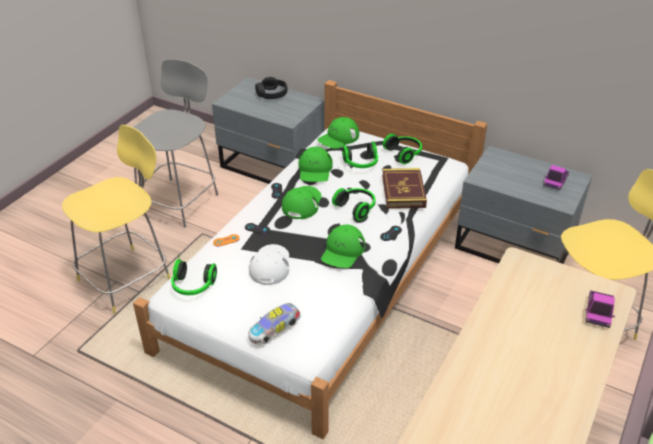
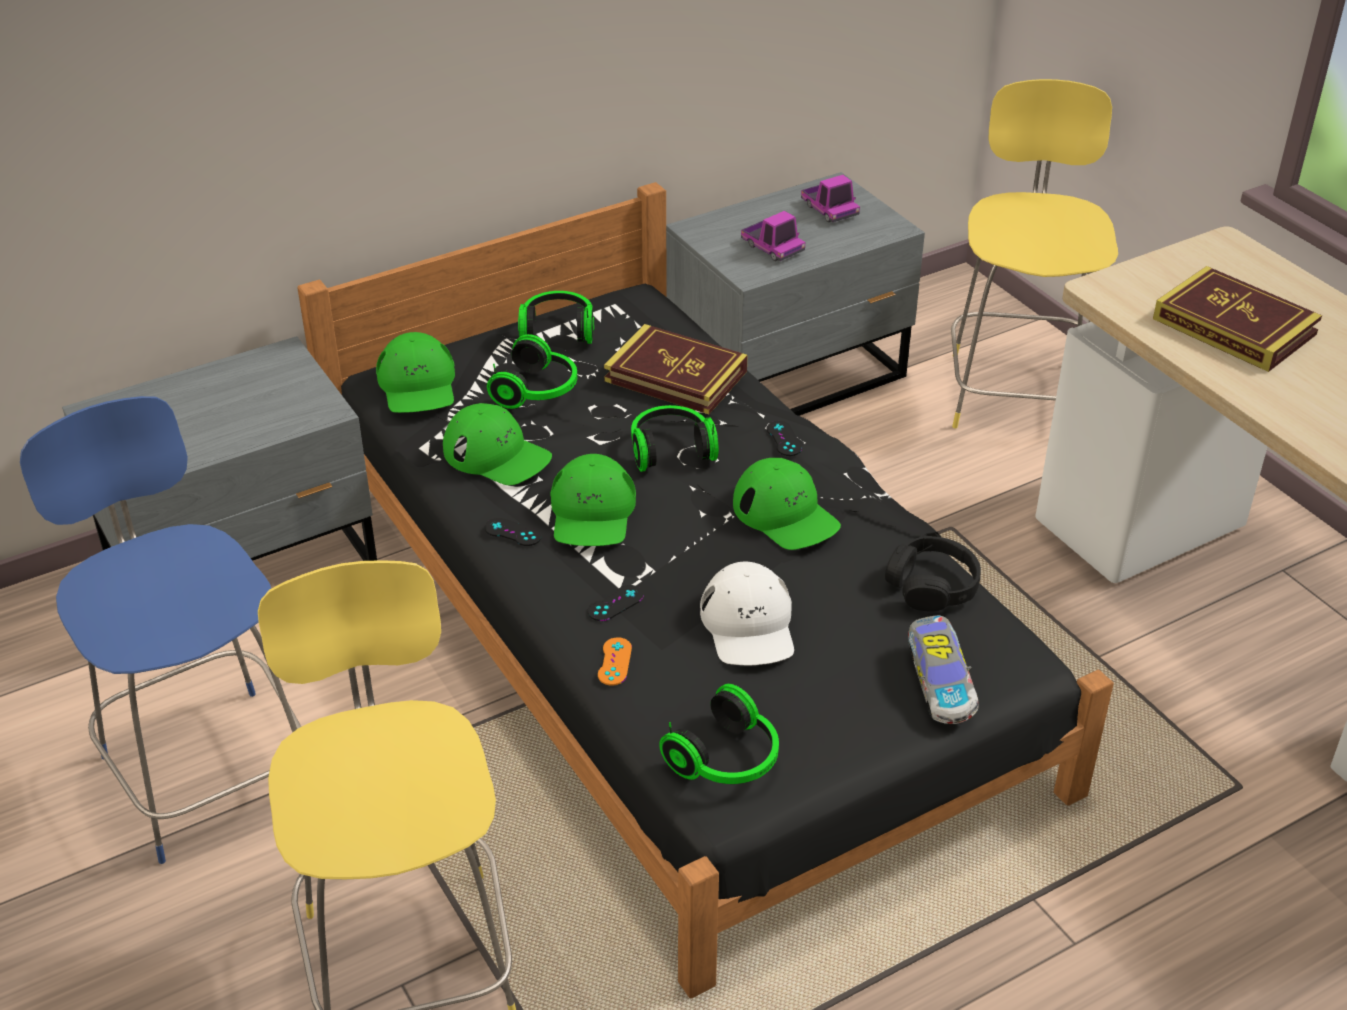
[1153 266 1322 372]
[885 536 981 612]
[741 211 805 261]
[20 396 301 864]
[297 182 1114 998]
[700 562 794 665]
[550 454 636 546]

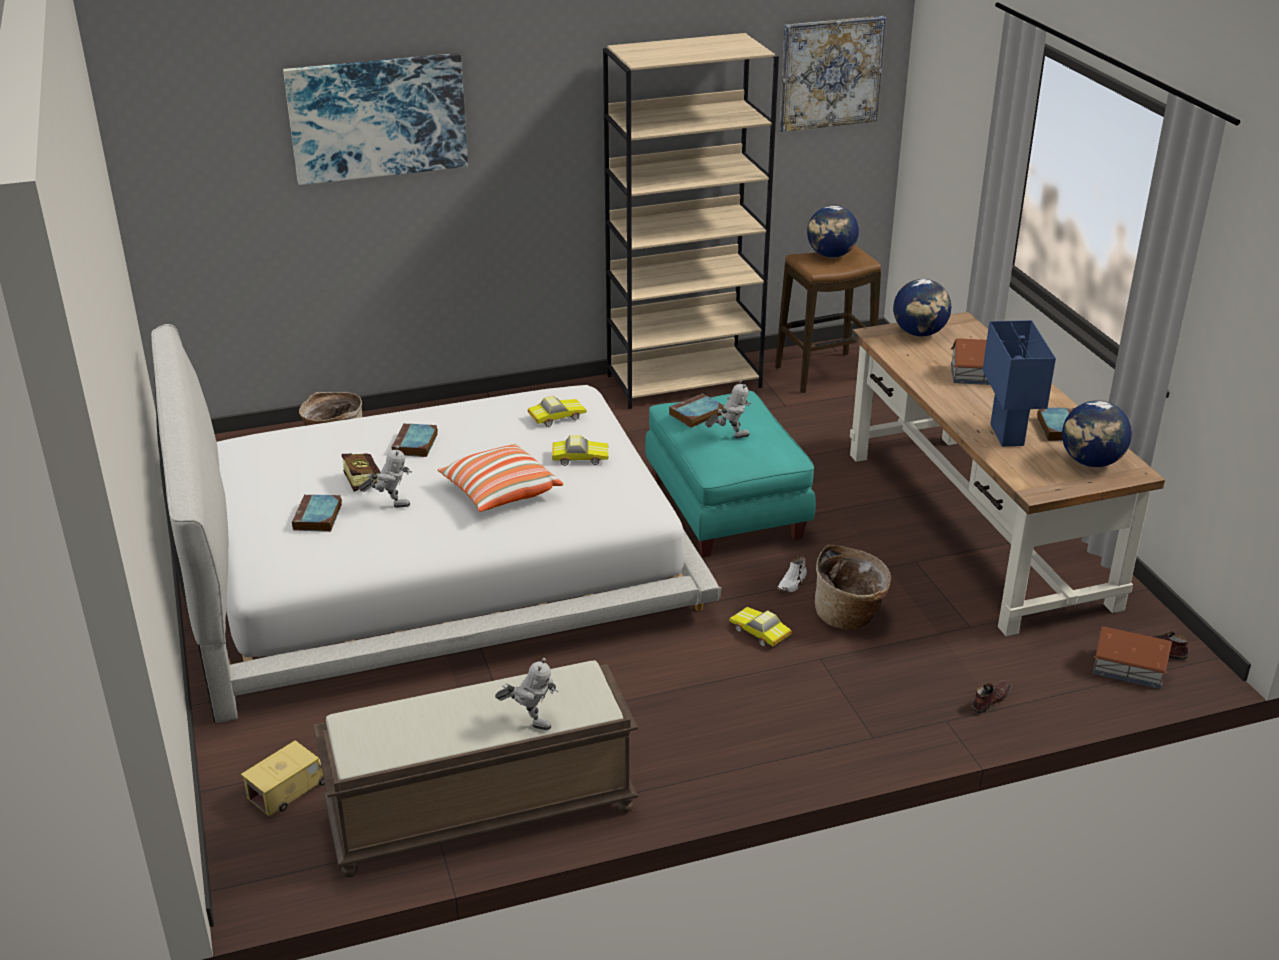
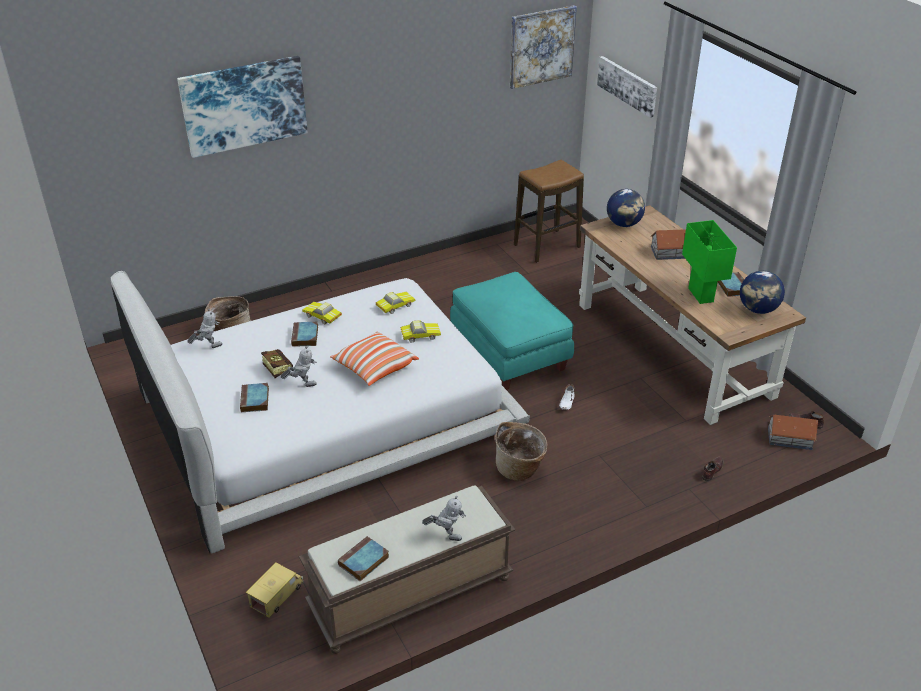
[603 33 779 409] (first image)
[807 206 859 258] (first image)
[597 56 657 118]
[338 536 389 581]
[187 308 222 348]
[302 302 342 324]
[495 422 547 481]
[682 220 737 304]

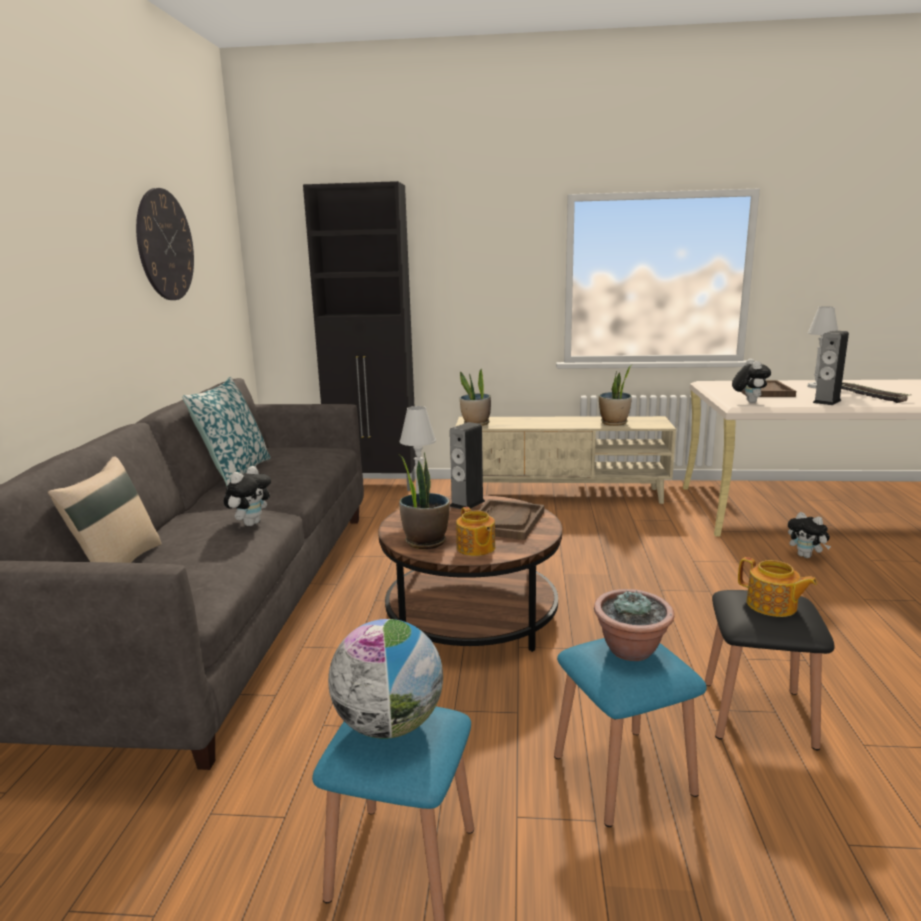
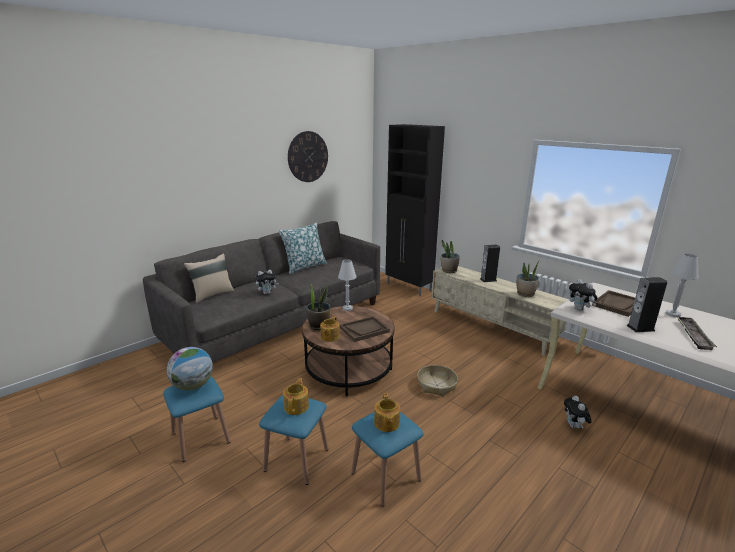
[417 365 458 397]
[480 244 500 282]
[283 378 309 415]
[351 412 424 507]
[569 279 597 311]

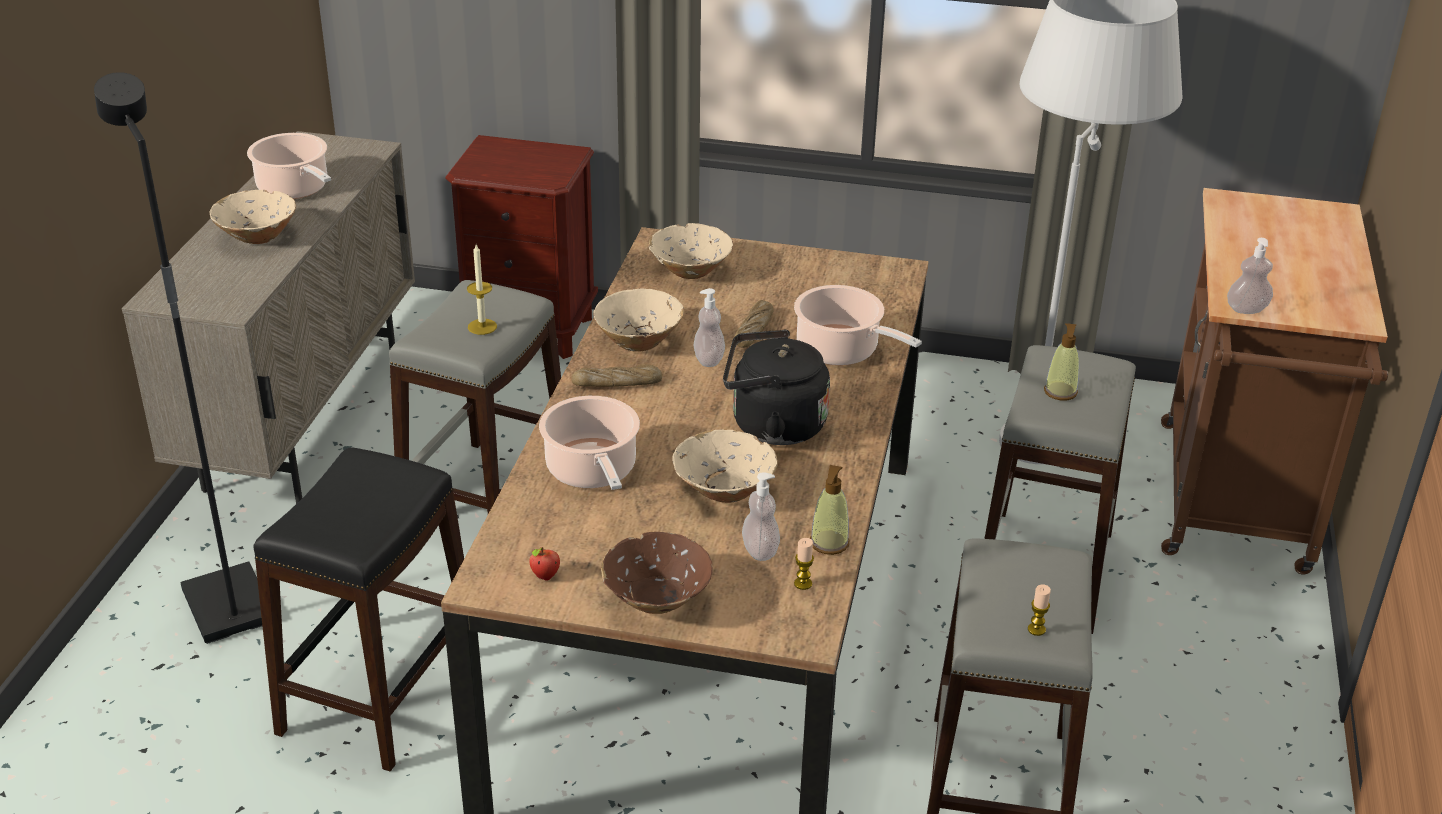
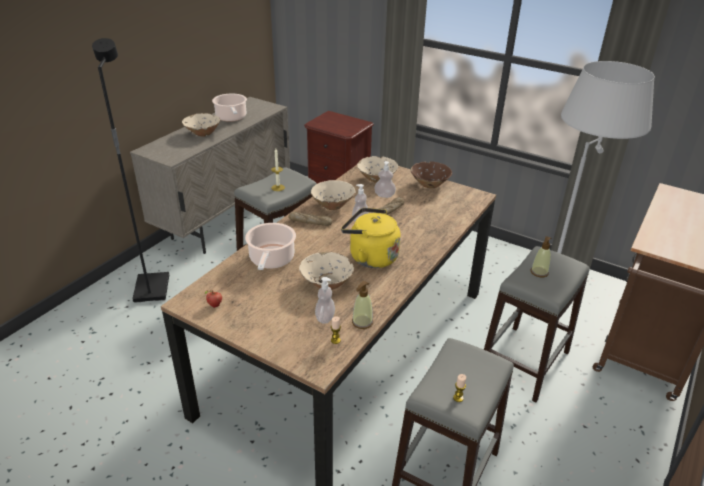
[253 448 464 772] (first image)
[794 285 922 366] (first image)
[410 161 452 188]
[374 161 396 198]
[341 208 400 268]

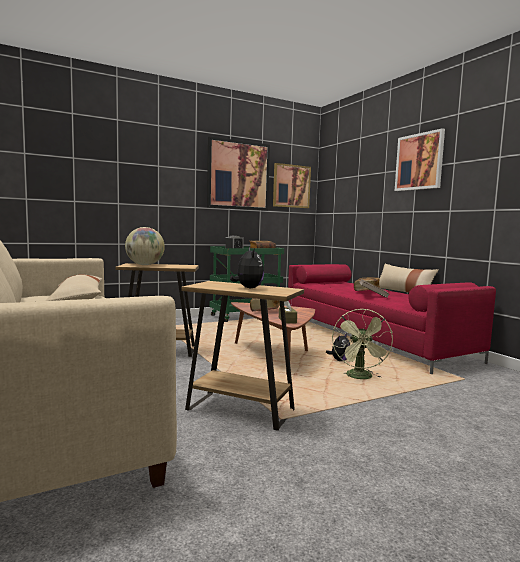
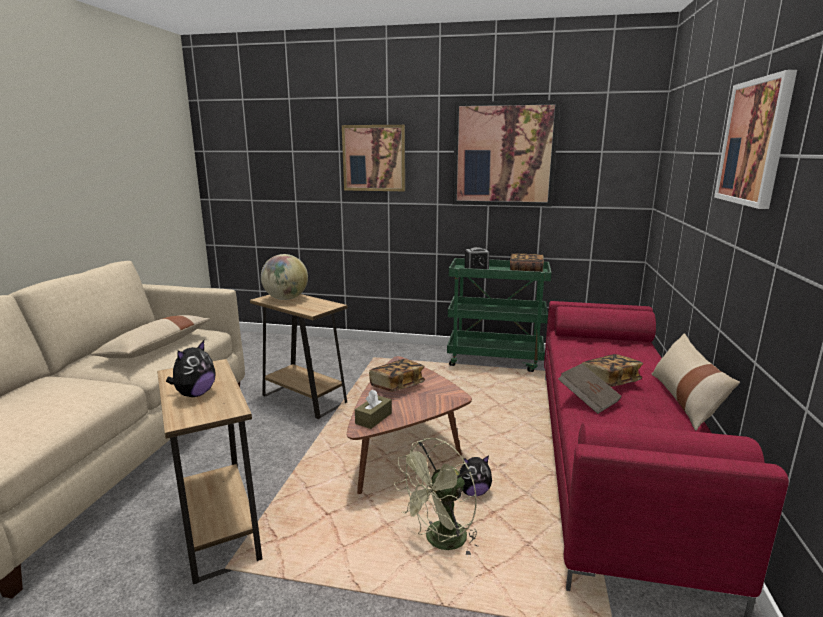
[342 125 405 191]

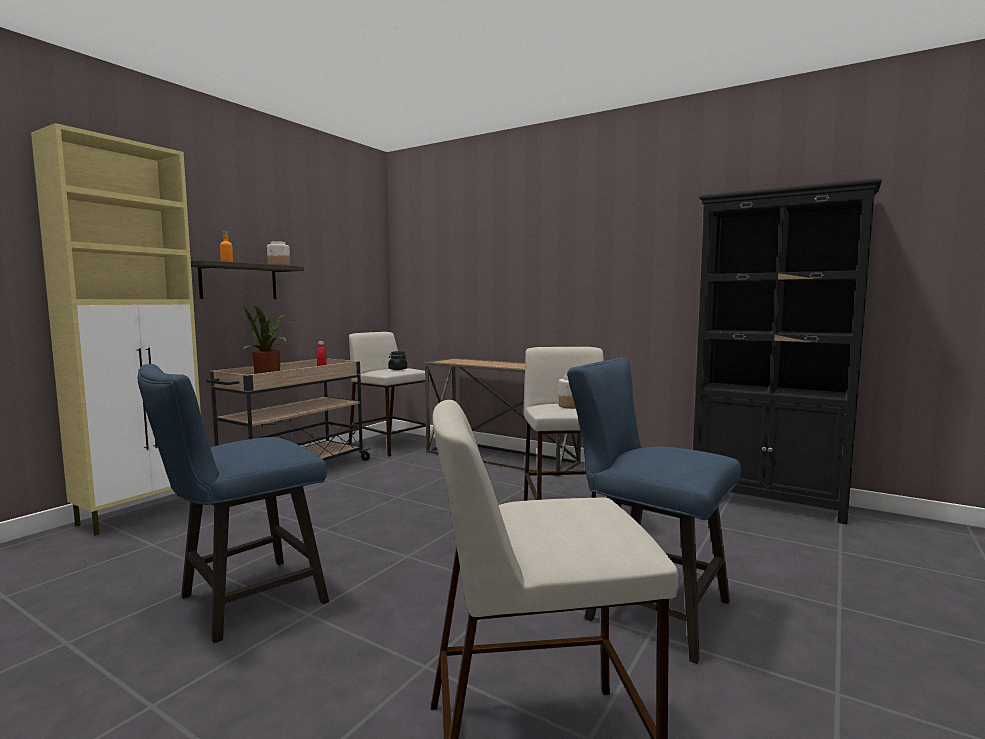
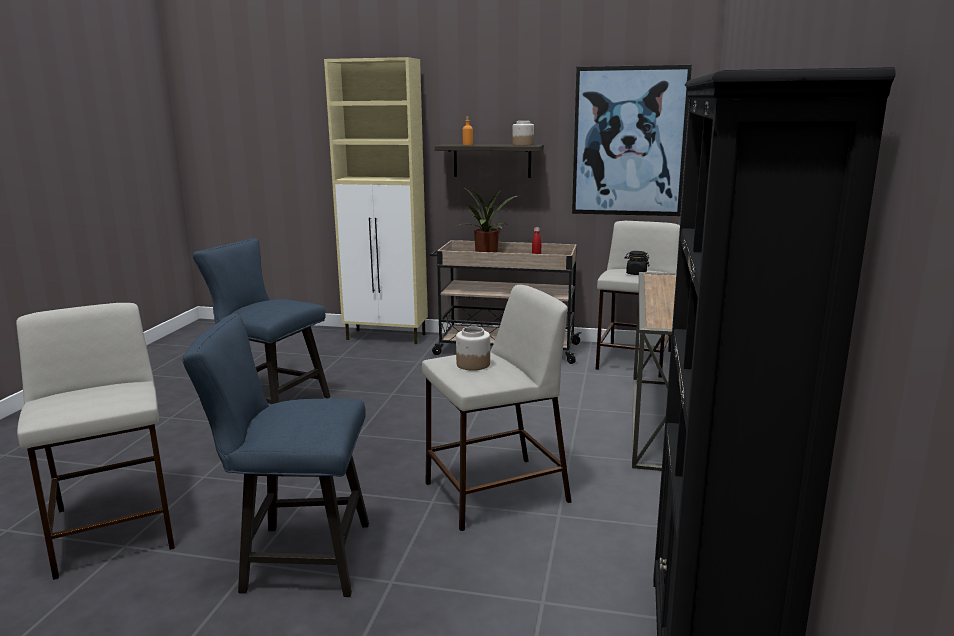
[572 65 692 216]
[182 313 369 597]

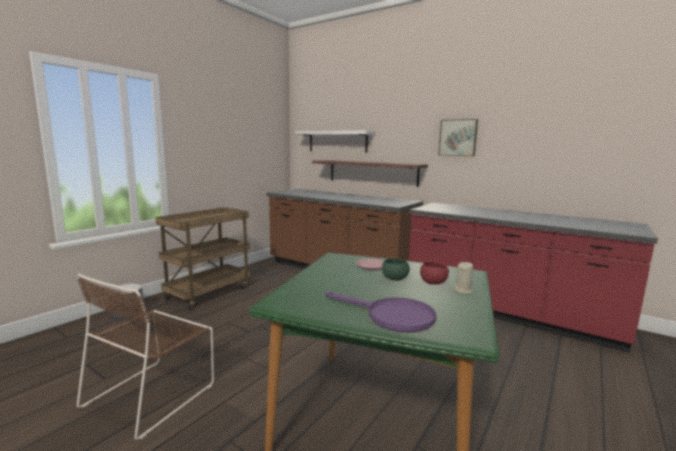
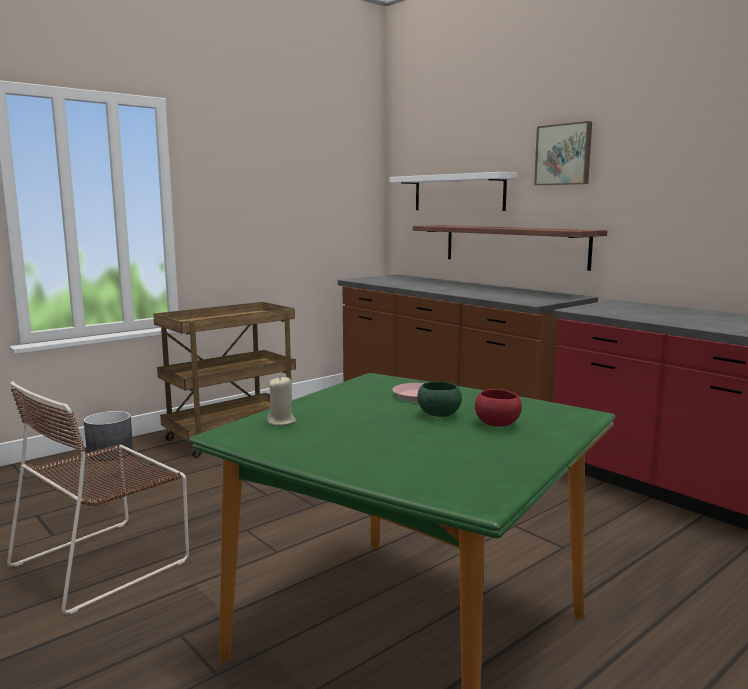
[326 291 436 333] (first image)
[534 121 592 185]
[267 376 296 426]

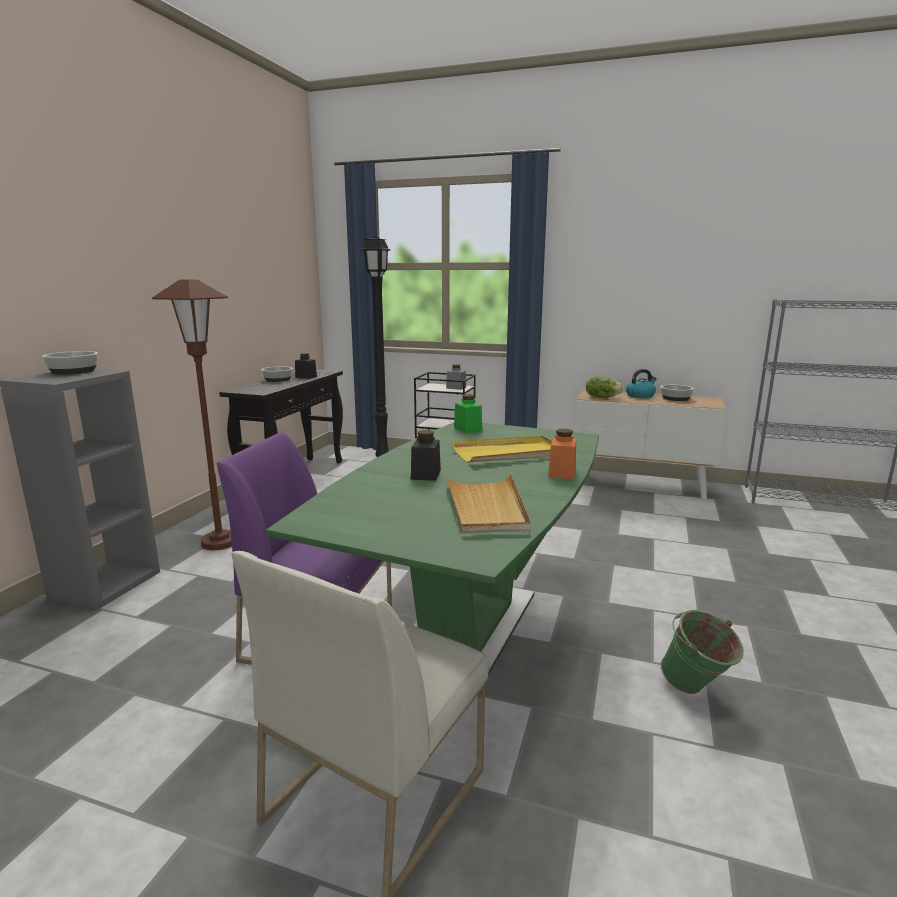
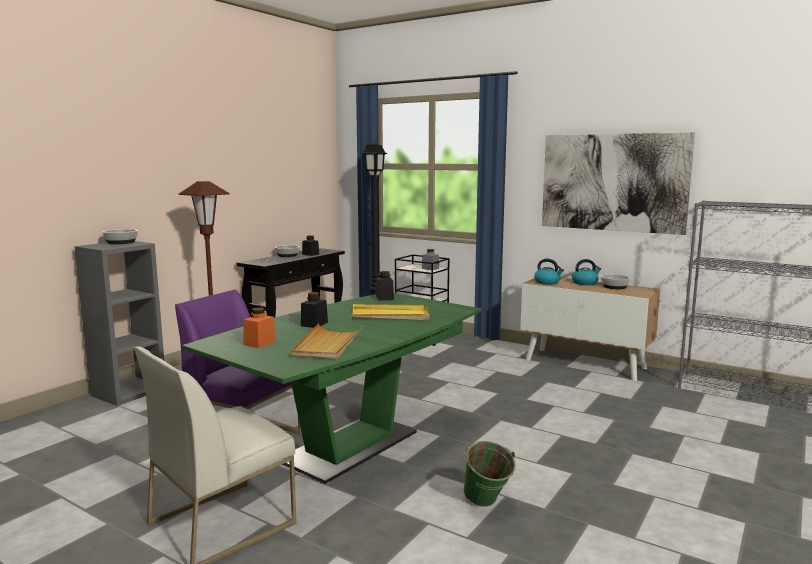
[542 132 695 235]
[244 307 276 348]
[534 259 564 285]
[376 271 394 301]

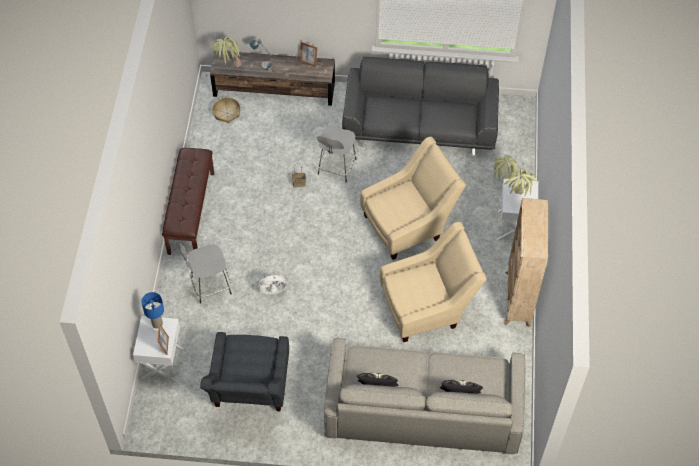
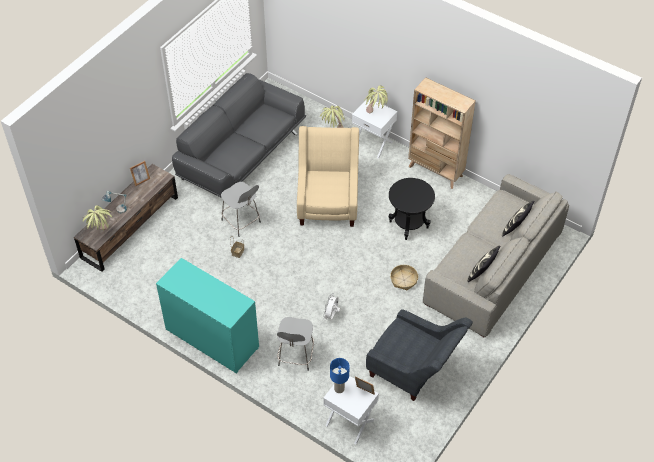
[390 265 418 291]
[156 258 259 374]
[389 178 435 240]

